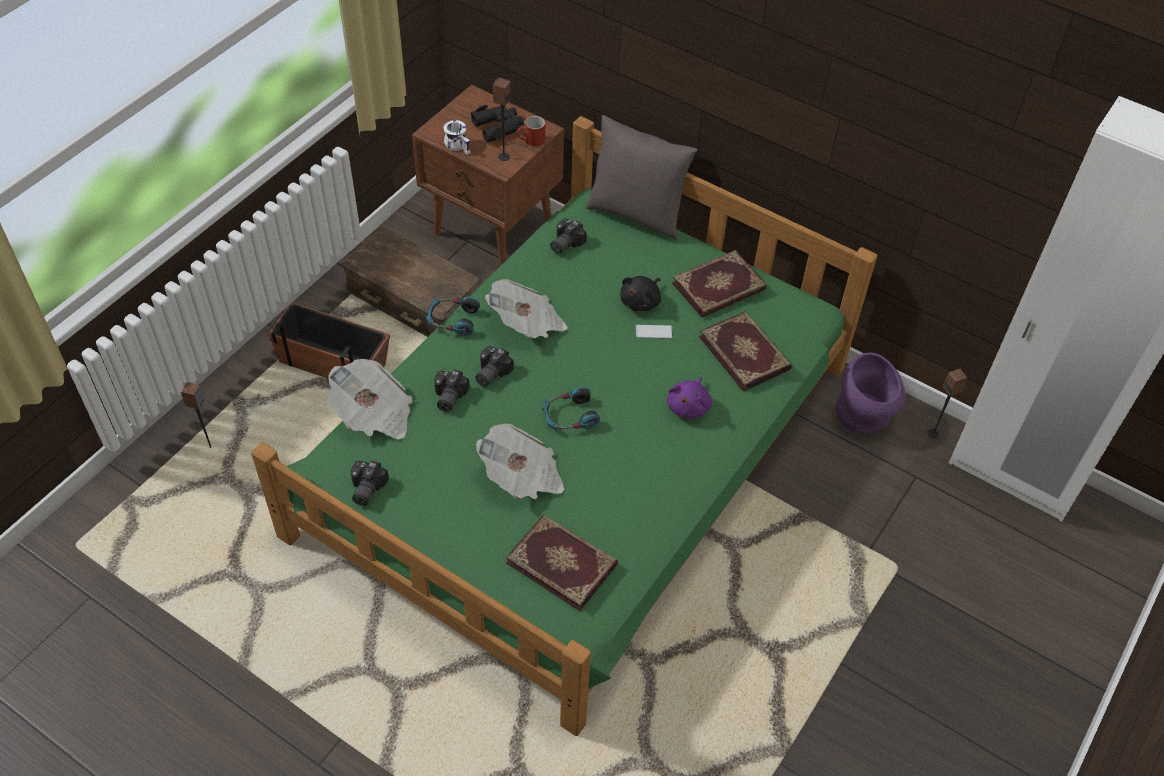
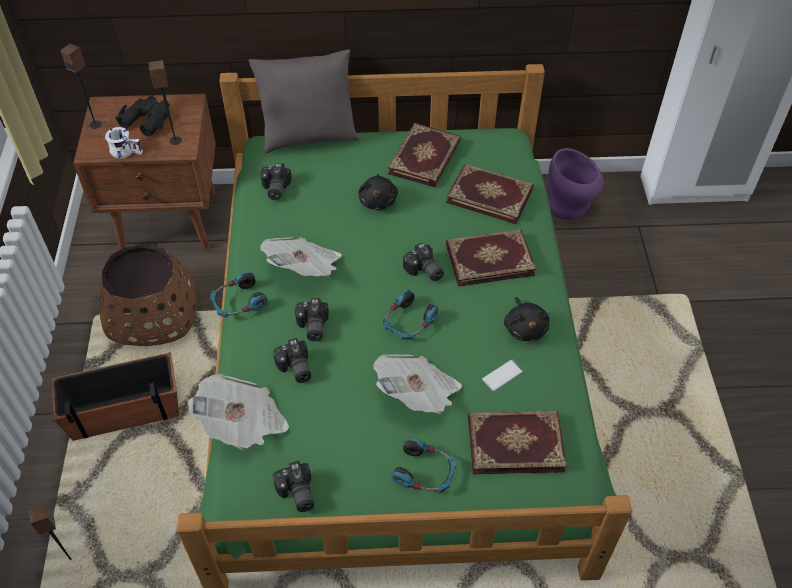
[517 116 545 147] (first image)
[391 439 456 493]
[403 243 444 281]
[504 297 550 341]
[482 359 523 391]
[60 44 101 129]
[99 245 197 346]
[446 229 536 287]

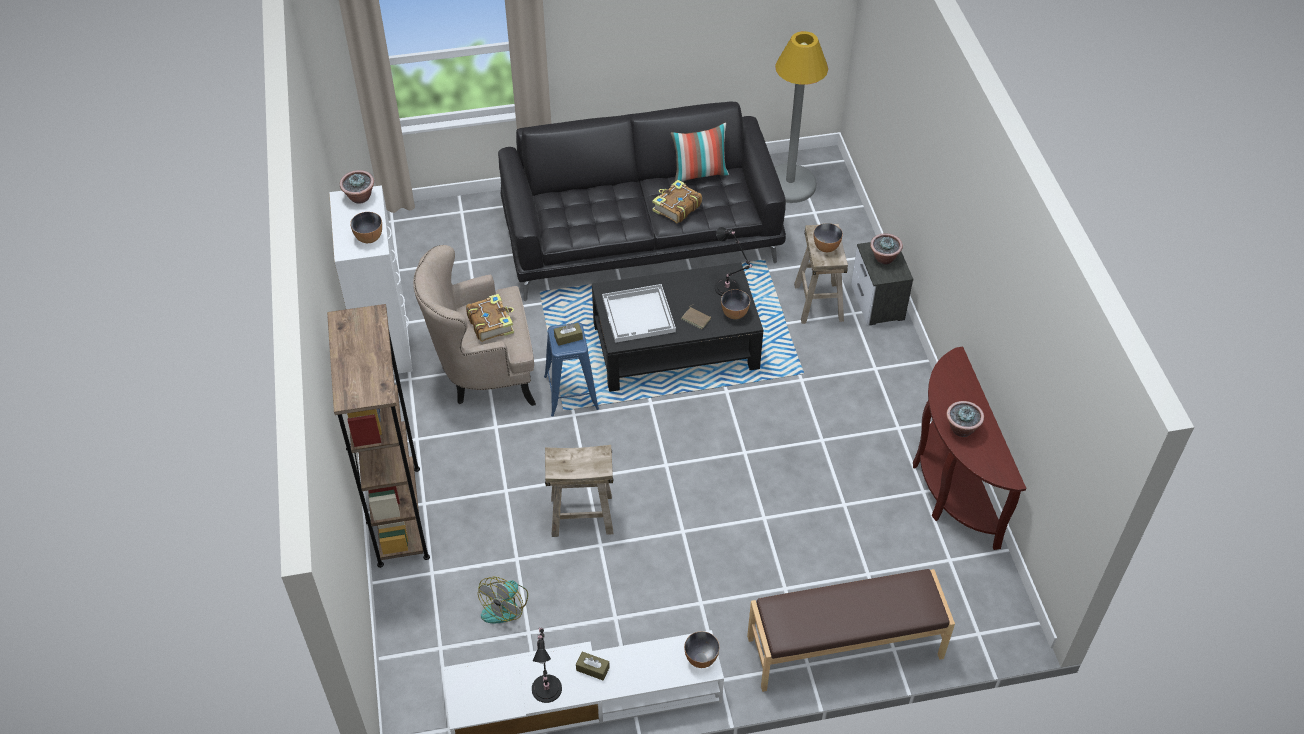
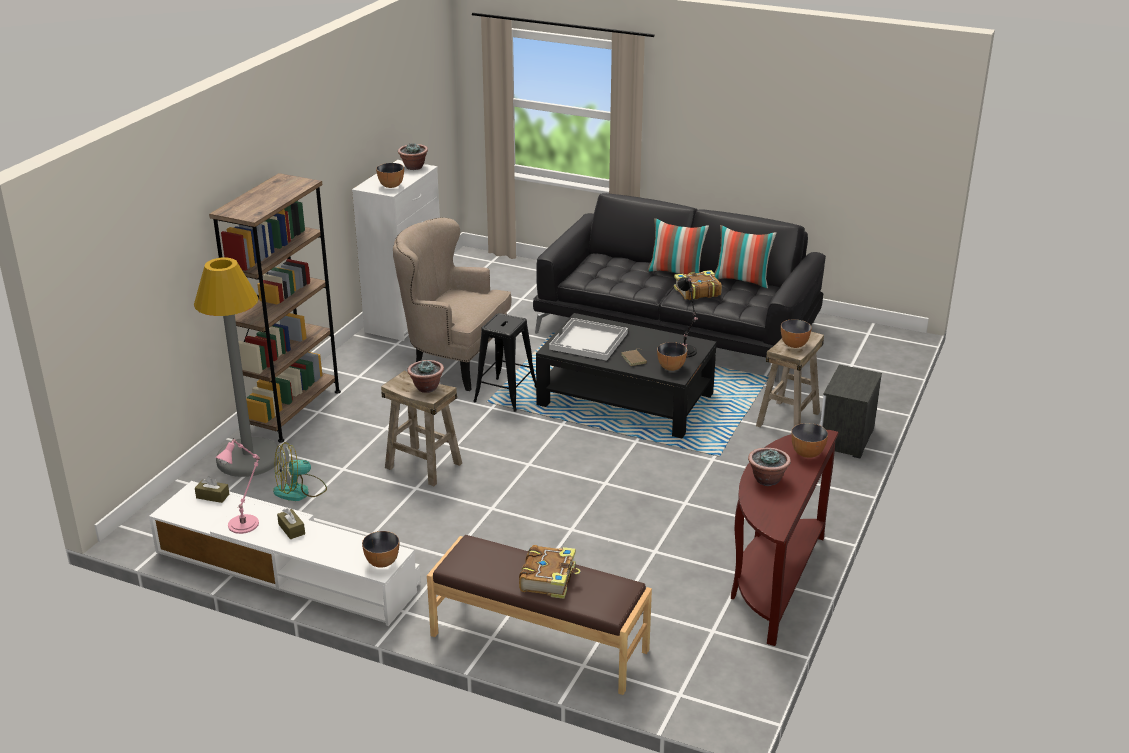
[648 218 709 275]
[791 423 828 458]
[519 545 580 599]
[195 476 229 503]
[194 258 280 477]
[407 360 444 393]
[215 438 260 534]
[473 313 536 412]

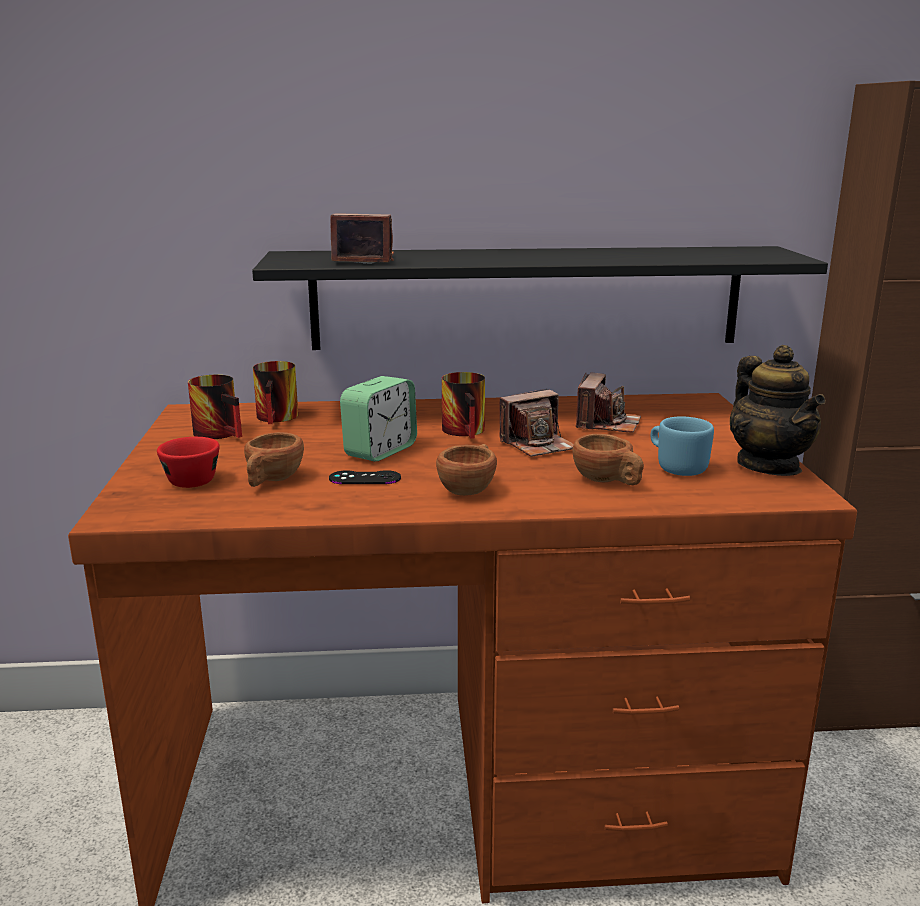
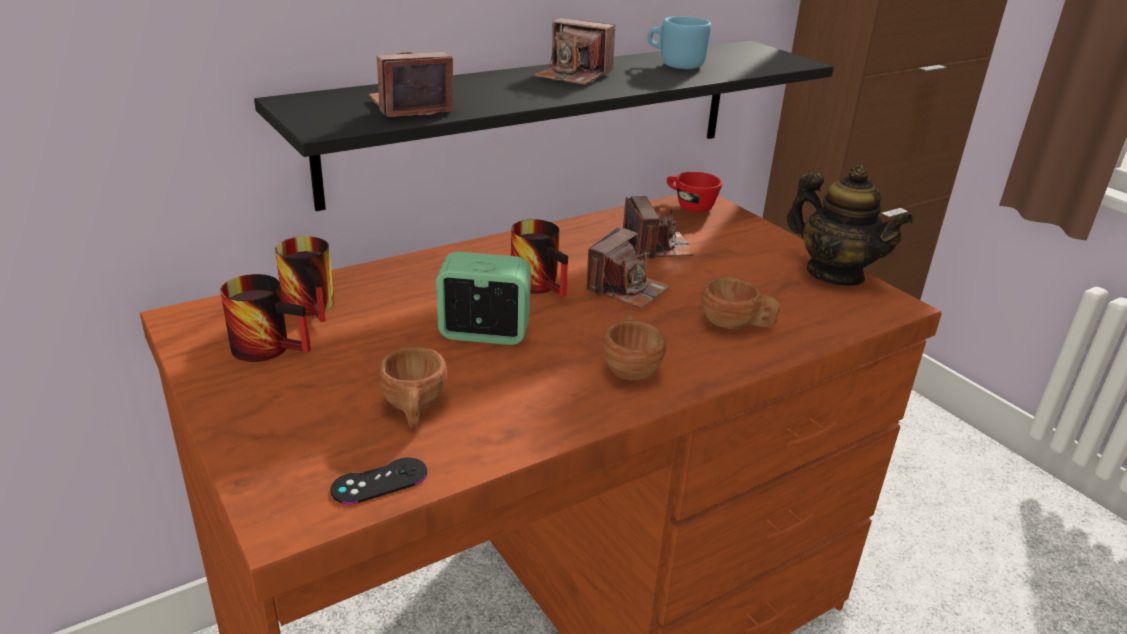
[534 18 615 85]
[667 172 722 212]
[330 458 427 504]
[648 16 711 69]
[436 252 531 345]

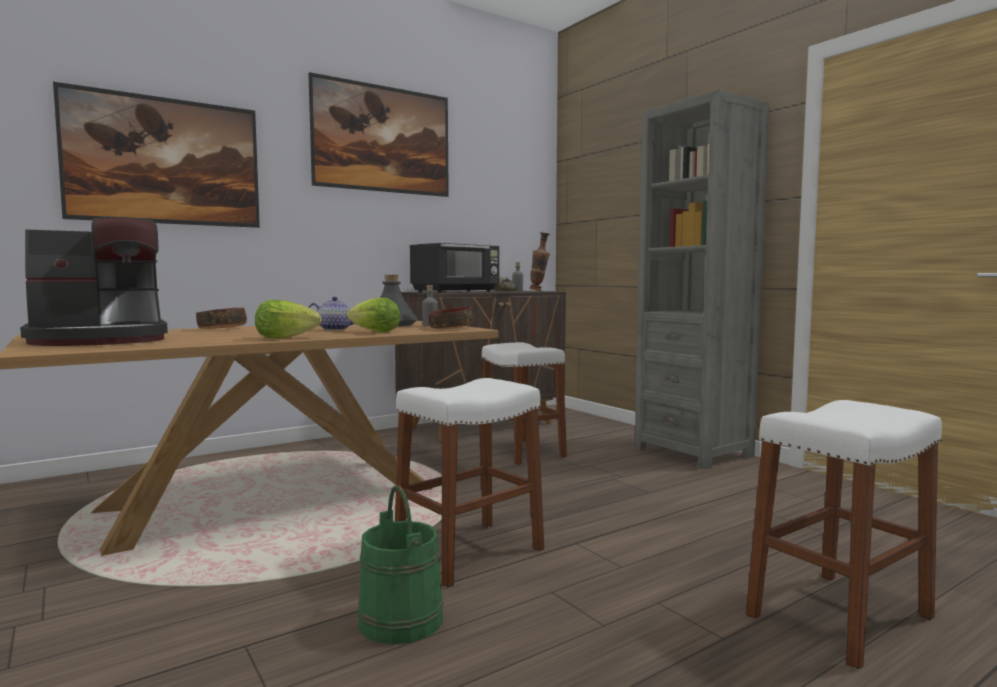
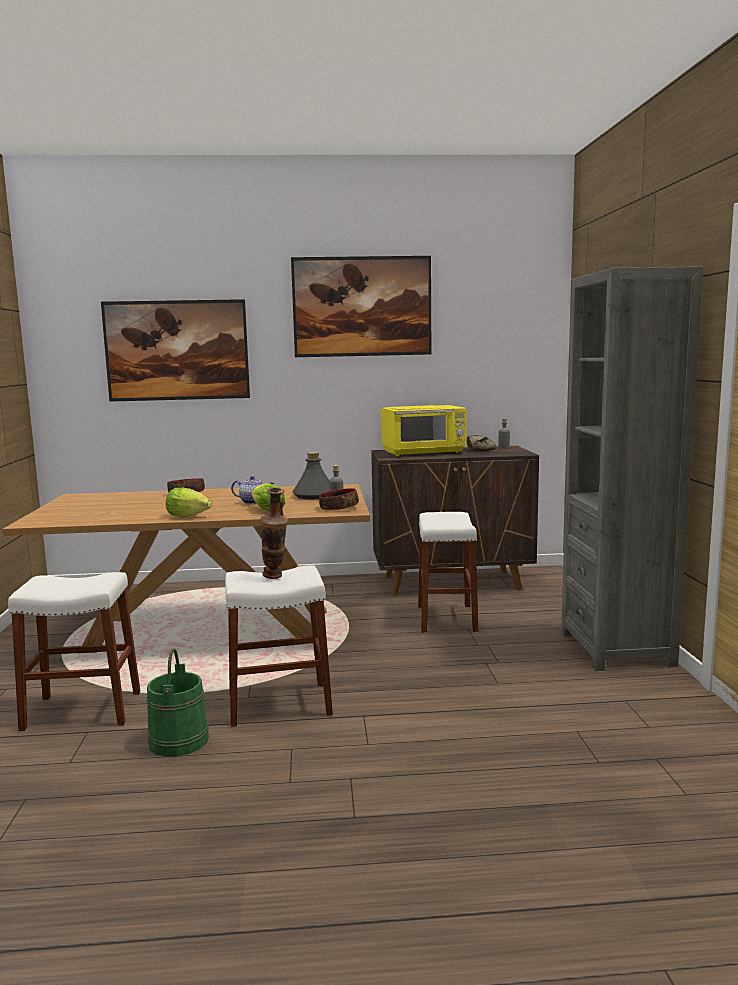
[20 217 168 346] (first image)
[260 488 288 579]
[8 572 140 731]
[381 405 467 456]

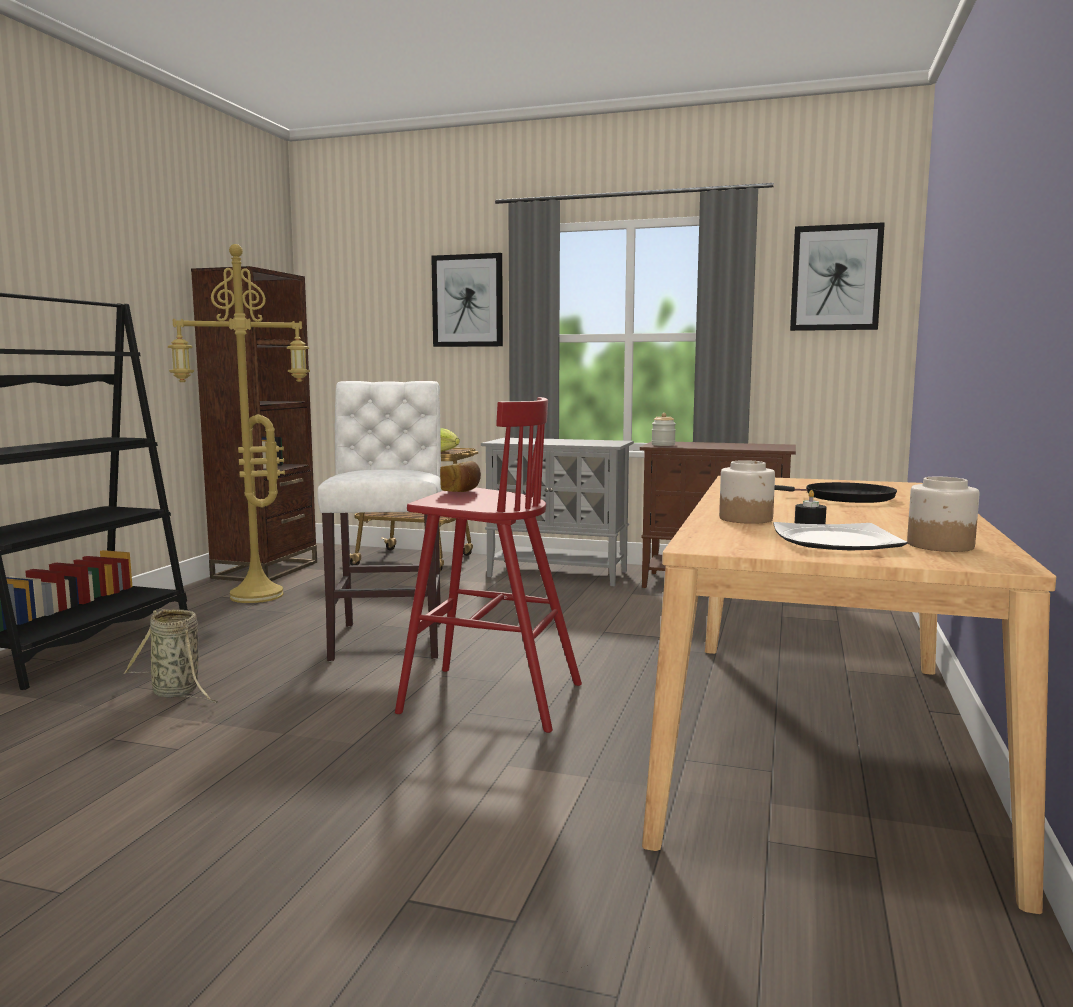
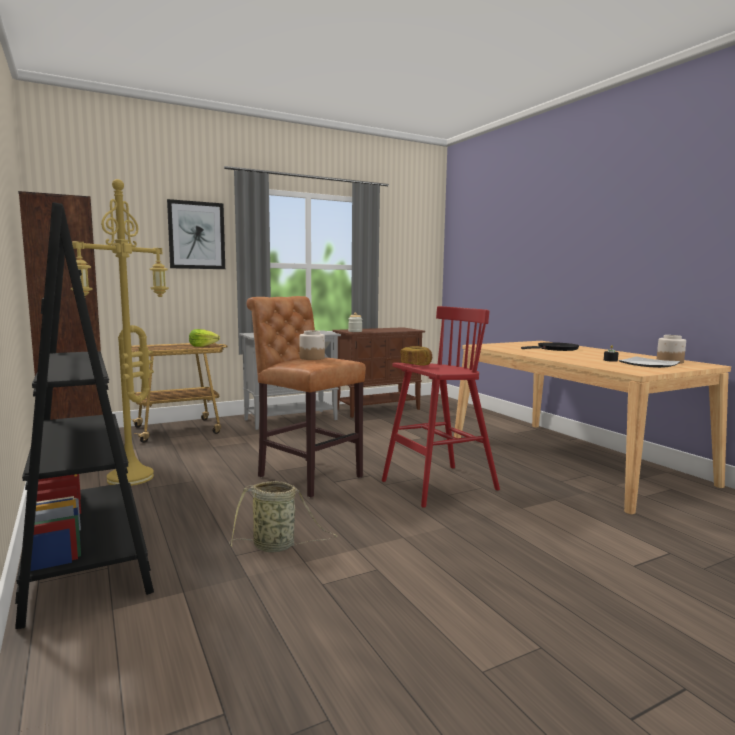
[790 222 885 331] (first image)
[299 330 325 360]
[247 296 366 498]

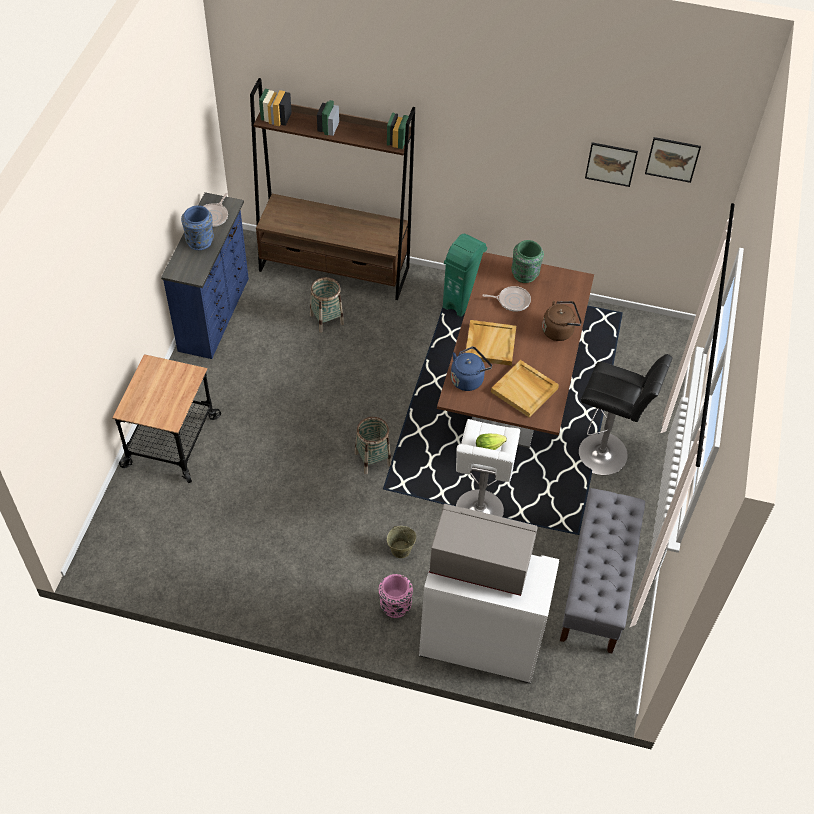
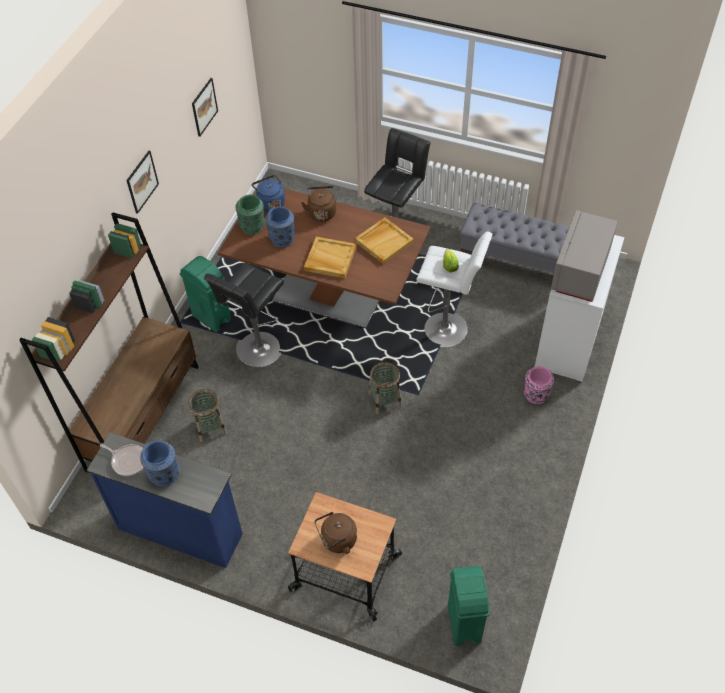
[387 526 416 558] (first image)
[204 263 284 367]
[315 512 357 554]
[448 566 490 646]
[252 175 285 212]
[126 151 159 214]
[266 207 295 247]

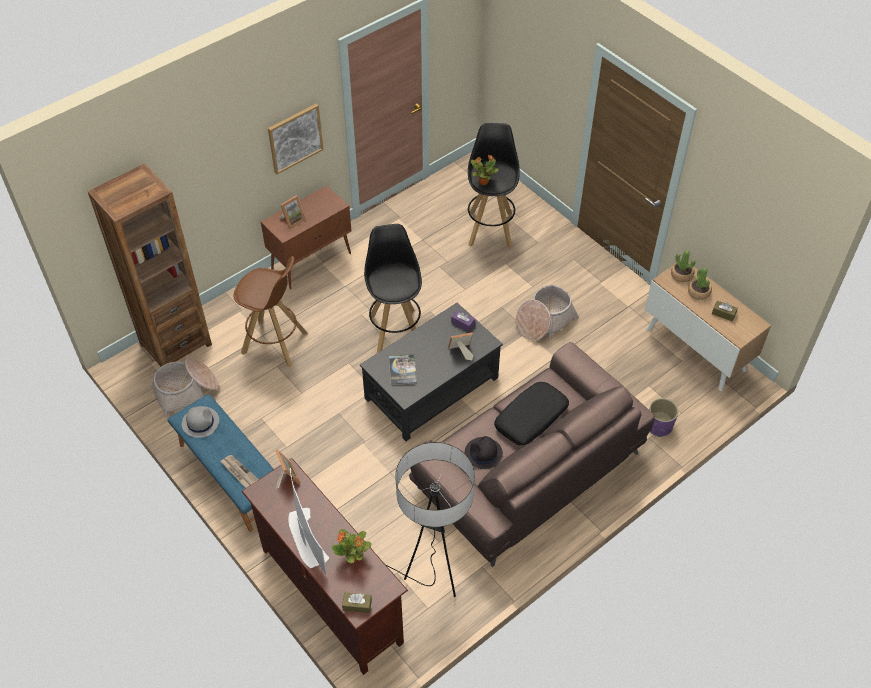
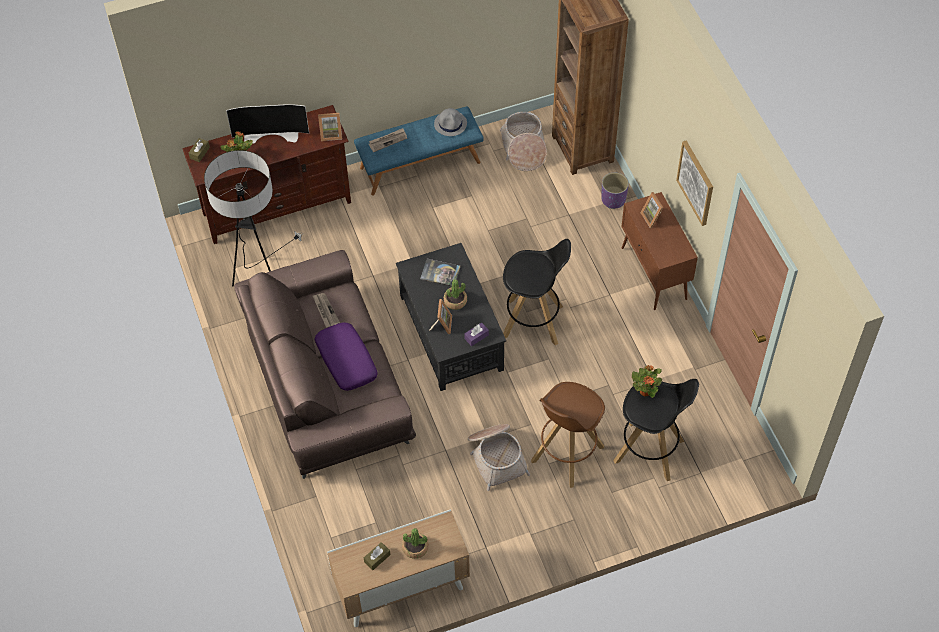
[531 382 605 488]
[601 173 629 209]
[443 280 467 310]
[312 293 340 328]
[315 322 378 391]

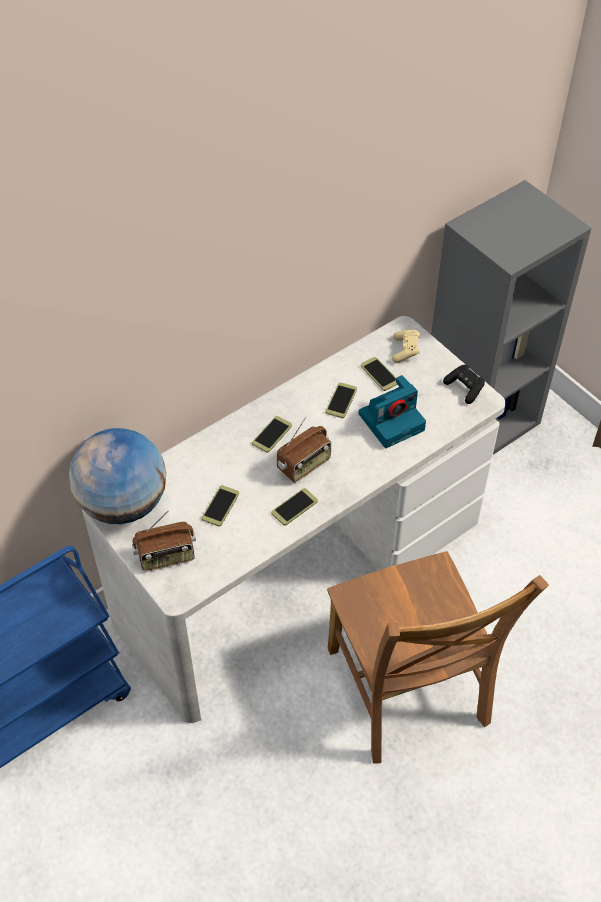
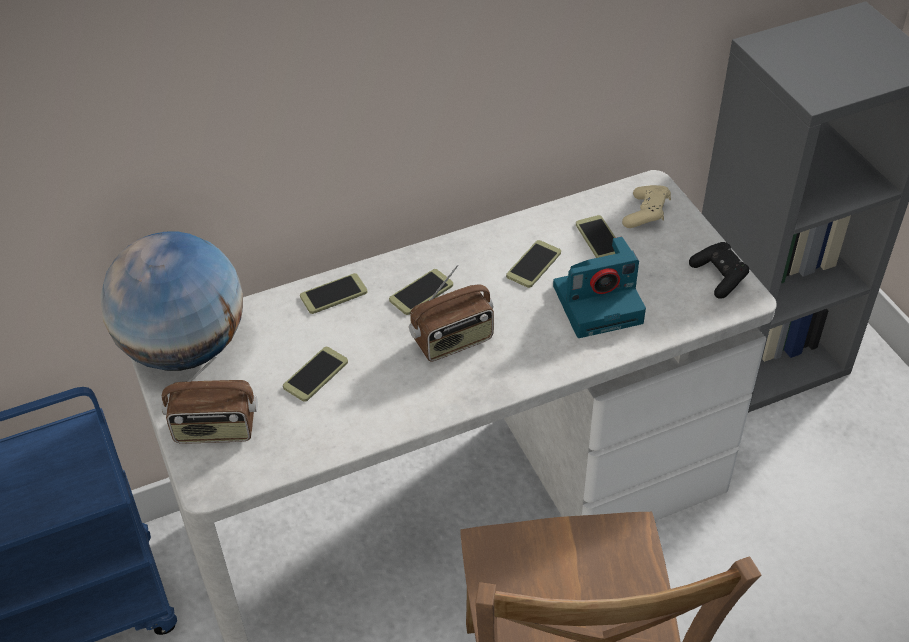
[300 273 367 314]

